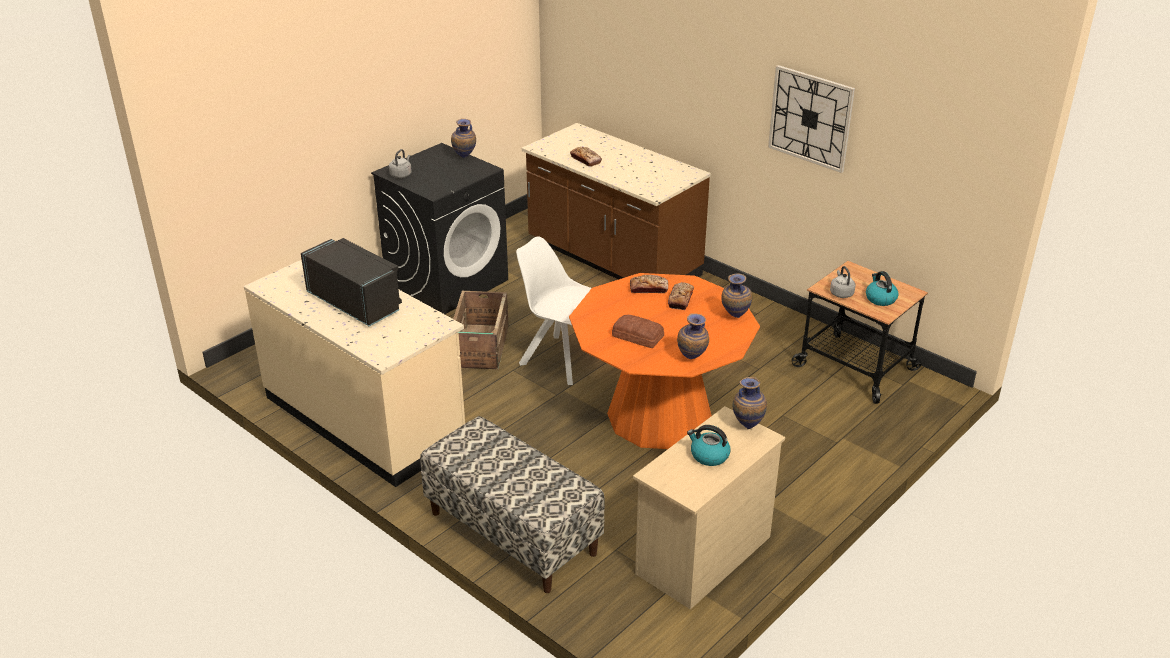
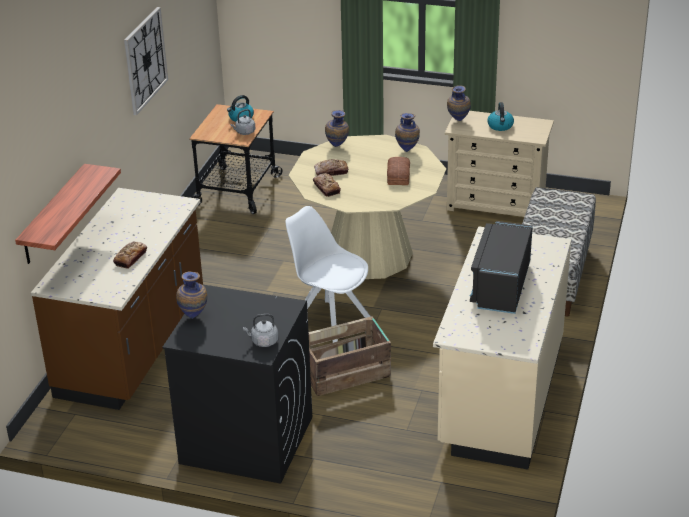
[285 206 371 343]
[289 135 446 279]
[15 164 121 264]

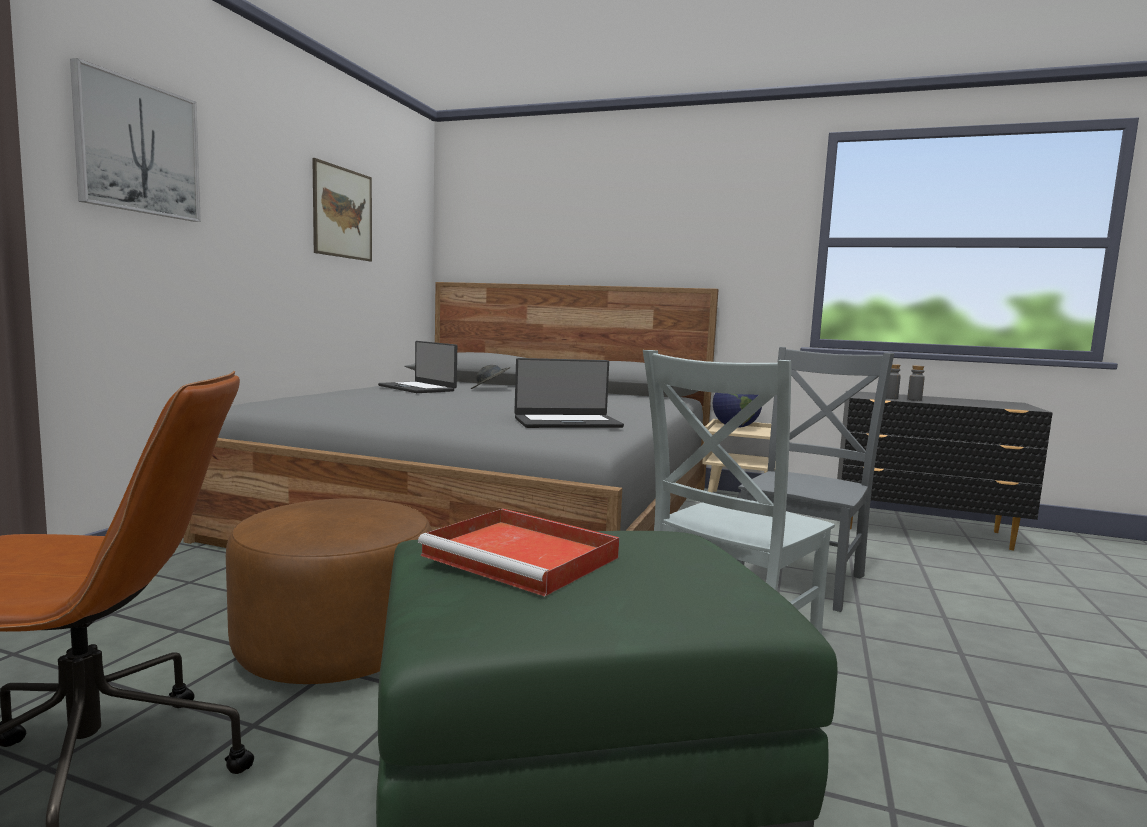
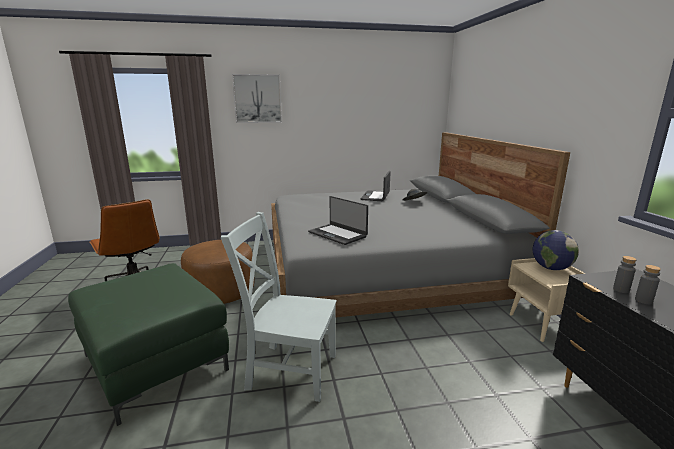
[312 158 372 261] (first image)
[418 508 619 597] (first image)
[736 347 894 612] (first image)

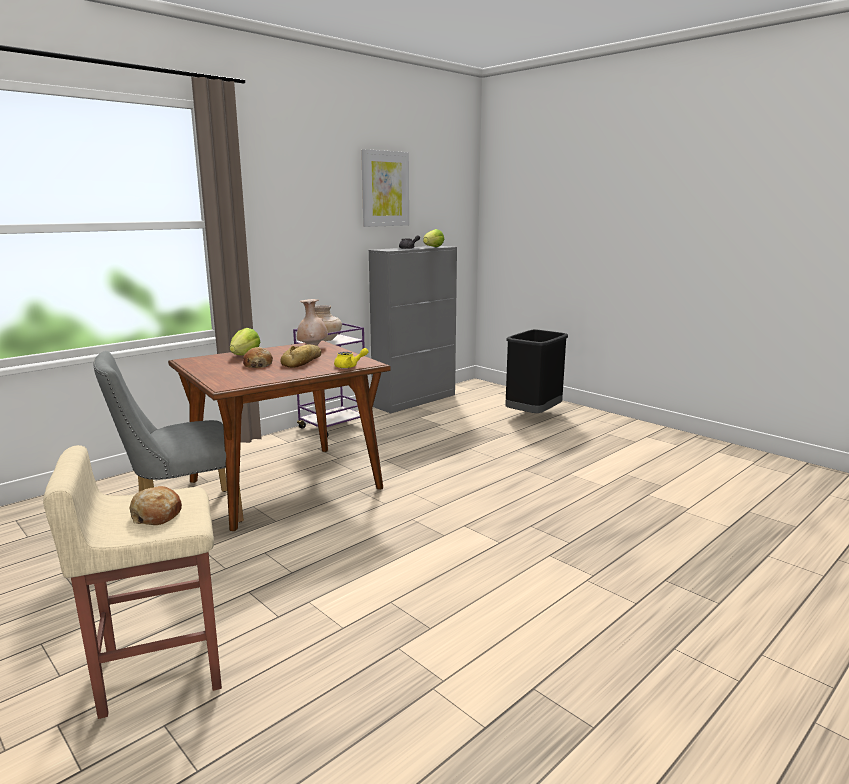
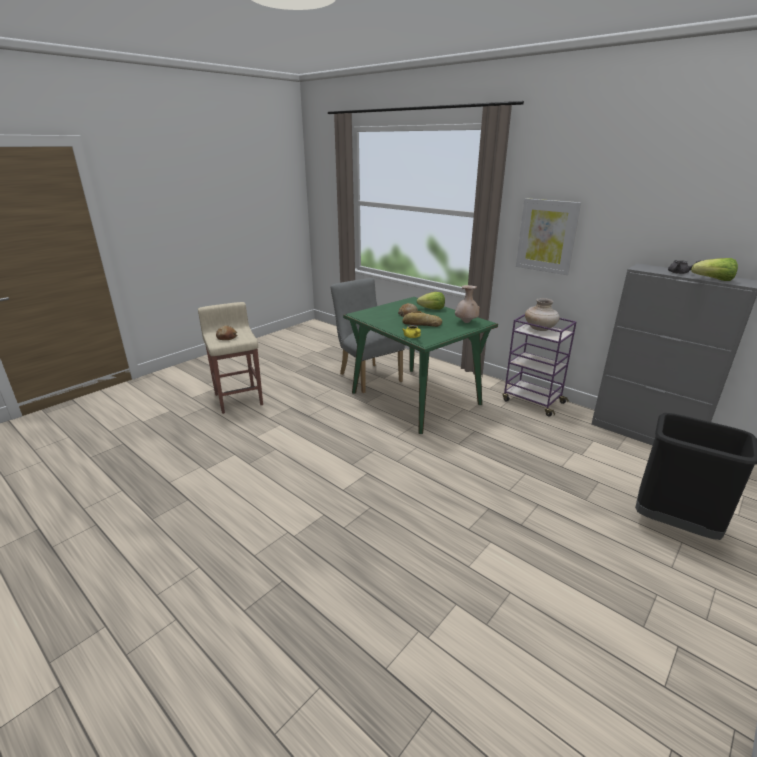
[343 297 498 434]
[516 198 581 275]

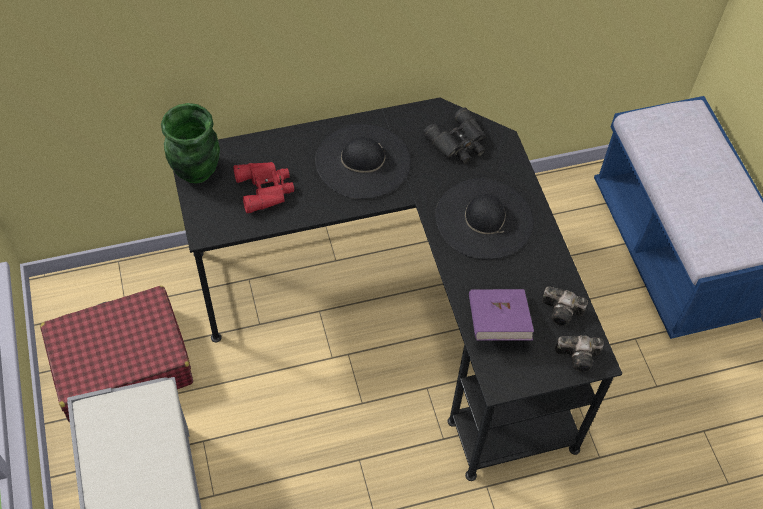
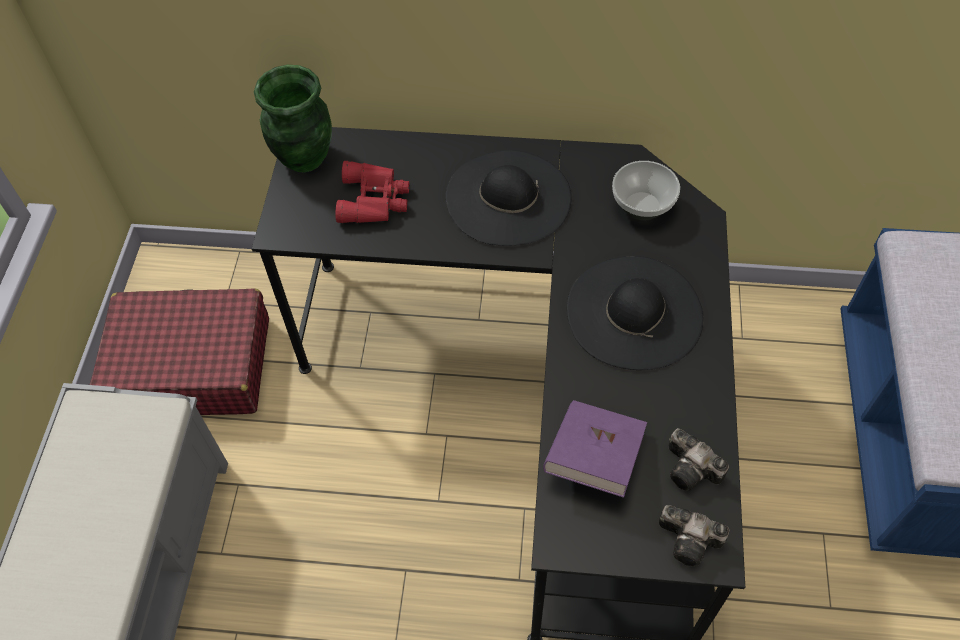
[612 161 680 221]

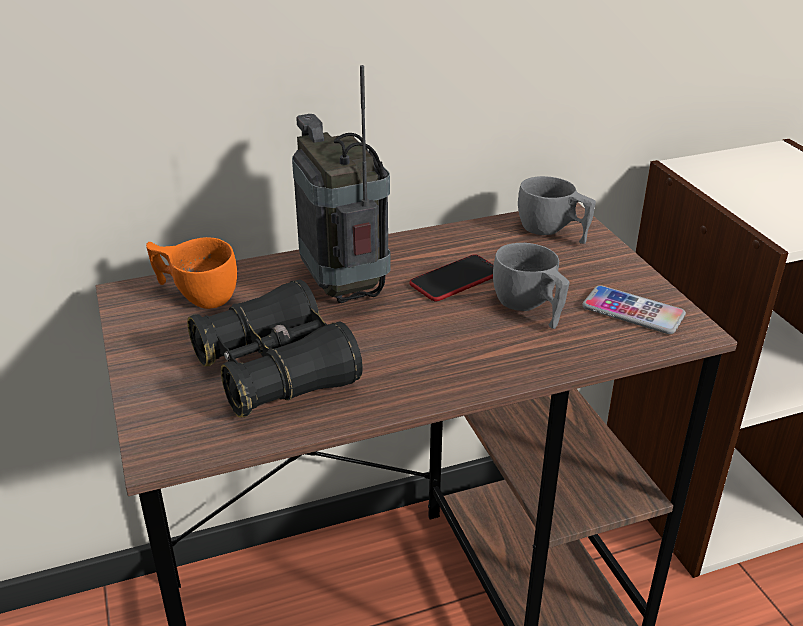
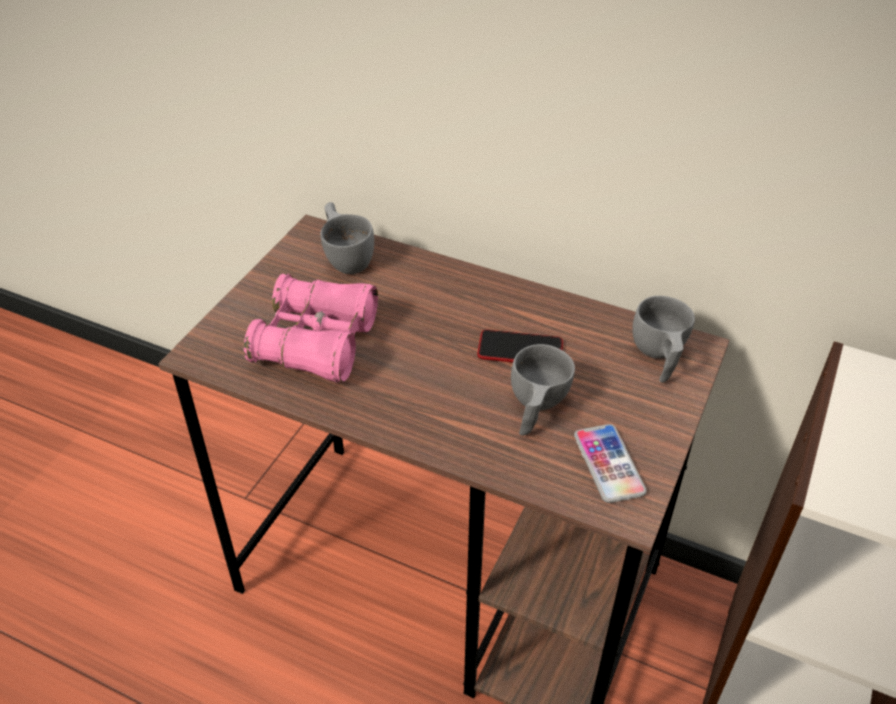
[320 202 374 274]
[244 273 378 383]
[292 65 391 303] (first image)

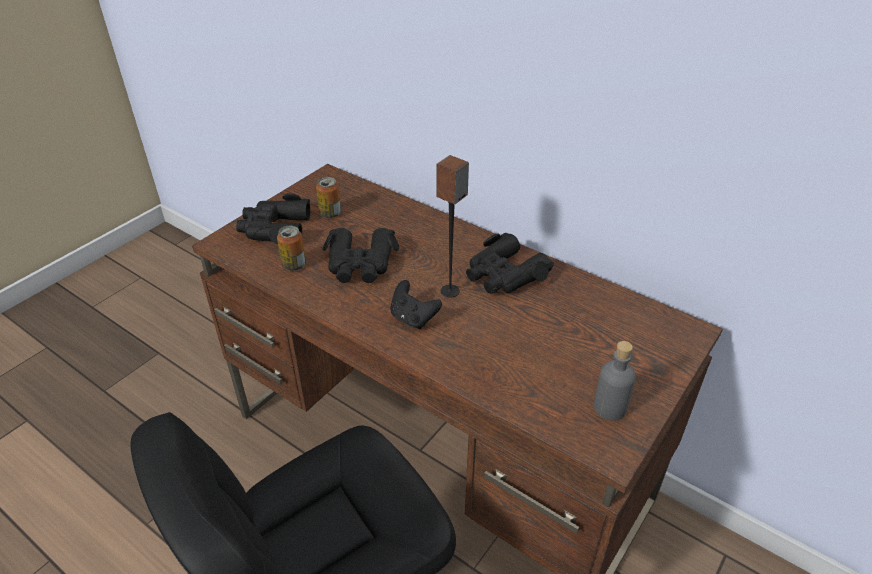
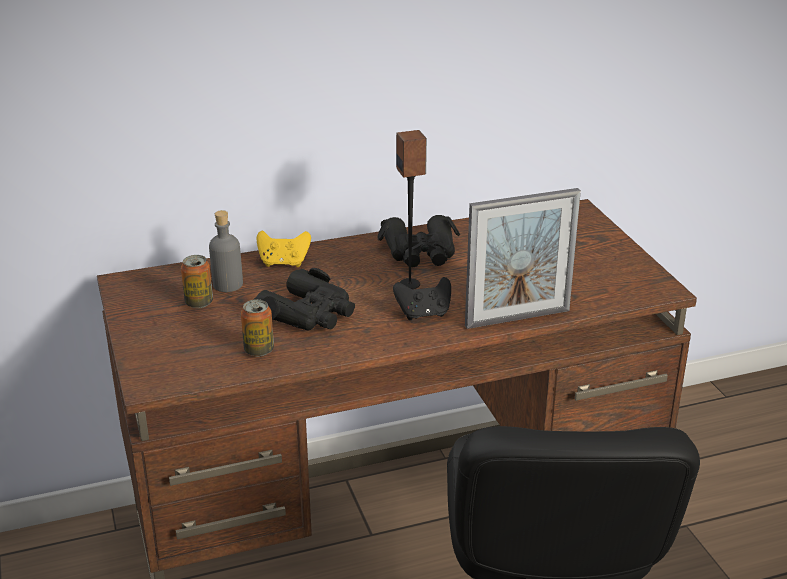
[236 193 310 244] (first image)
[209 210 243 292]
[257 230 311 267]
[465 188 581 329]

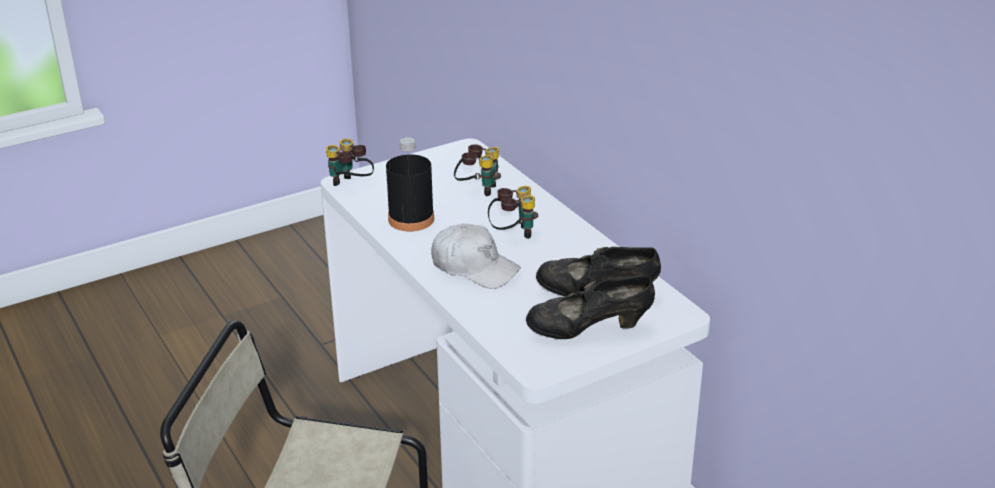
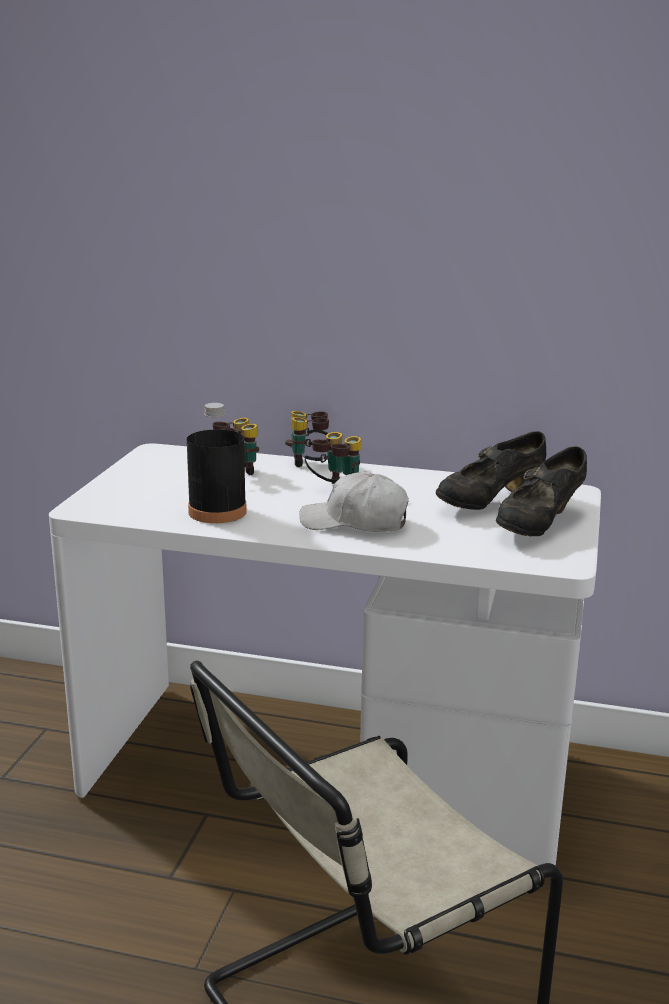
[285 411 329 467]
[299 471 409 532]

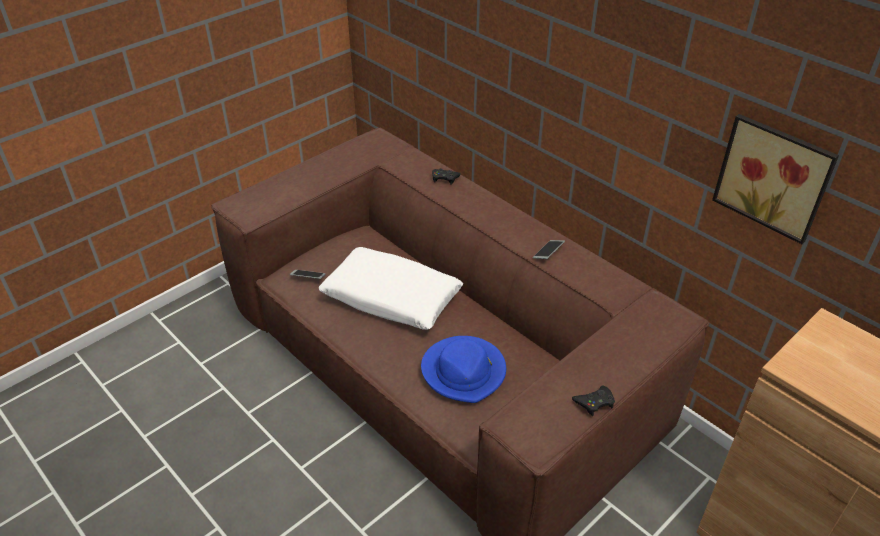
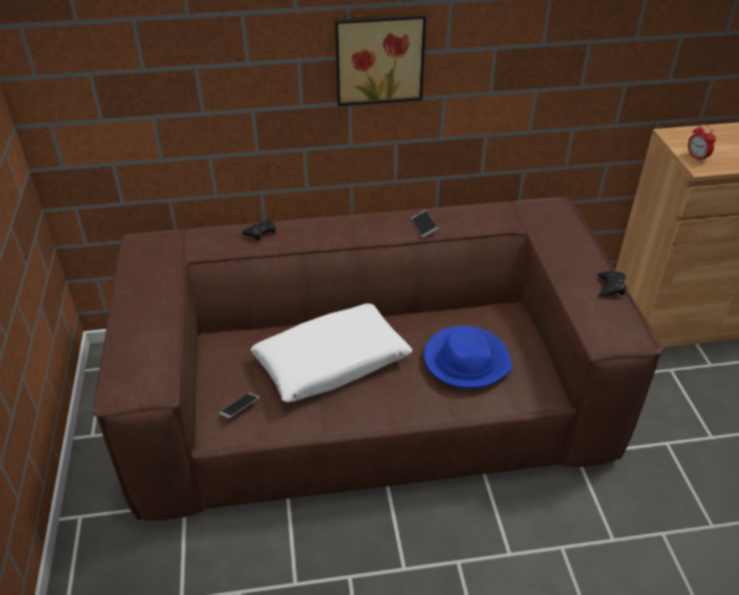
[335 14 426 106]
[688 124 716 162]

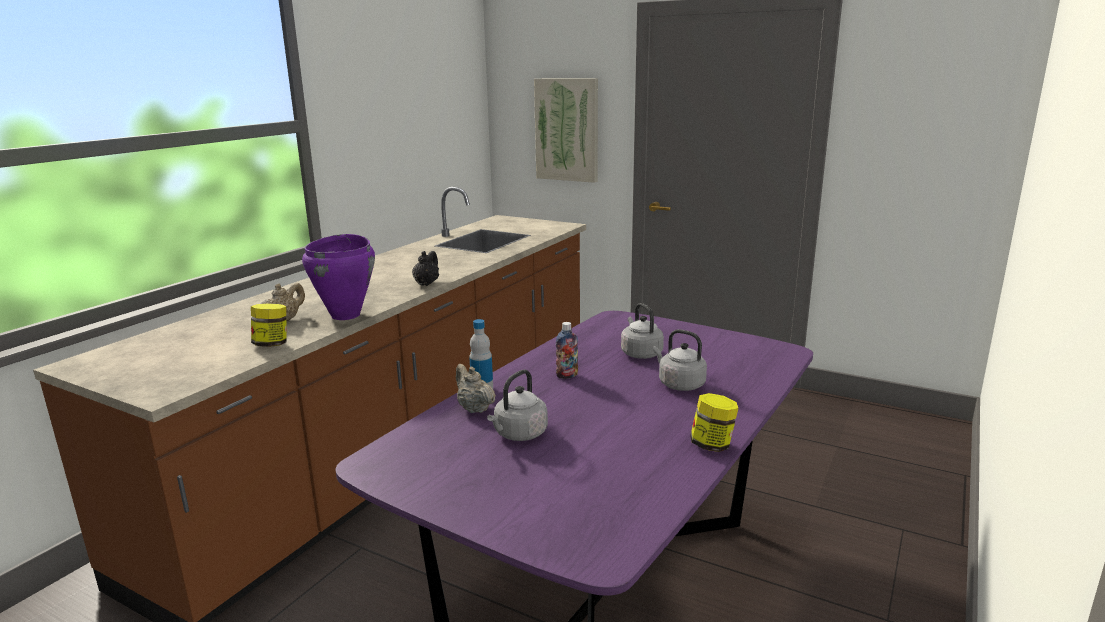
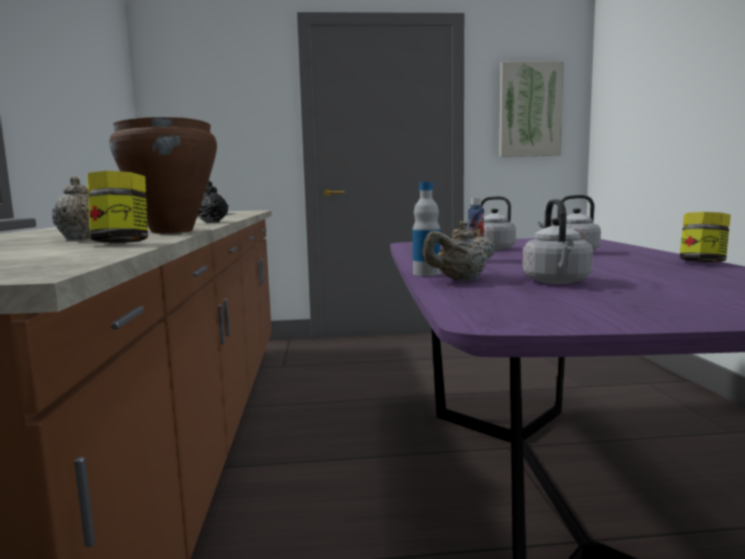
[109 117 217 233]
[423 221 495 281]
[499 61 564 157]

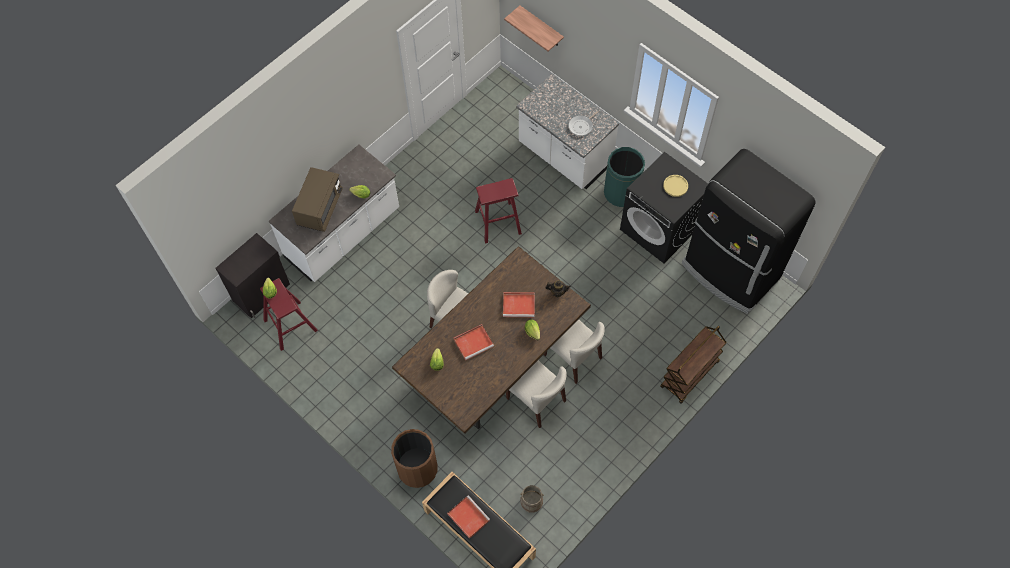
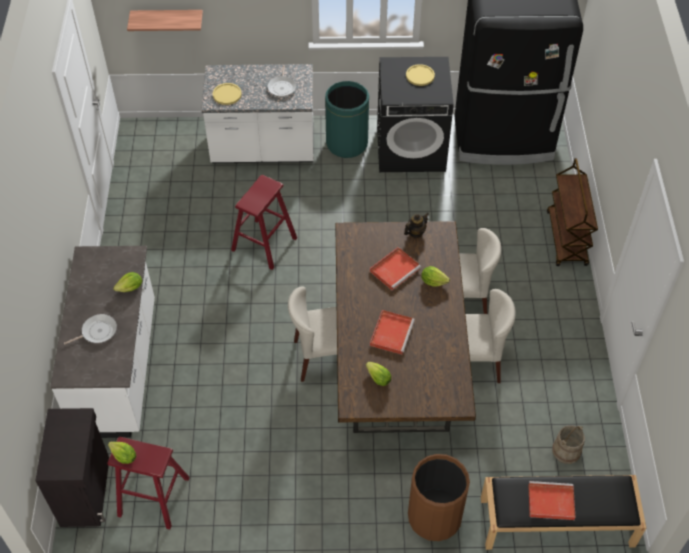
[64 314 117 345]
[213 83 242 105]

